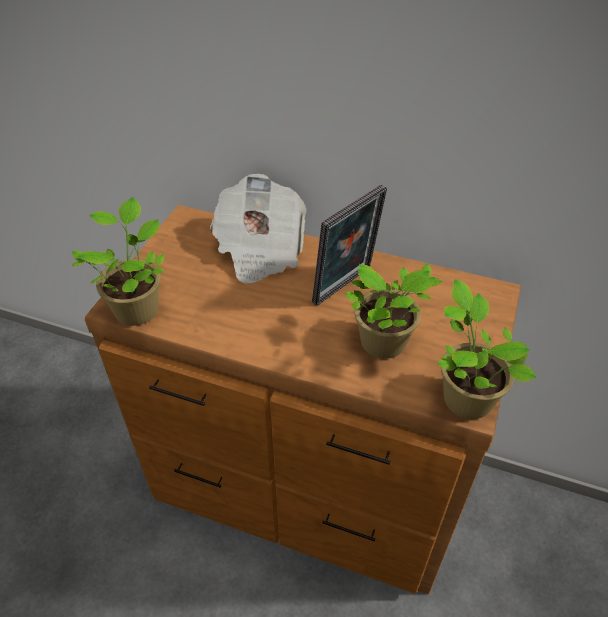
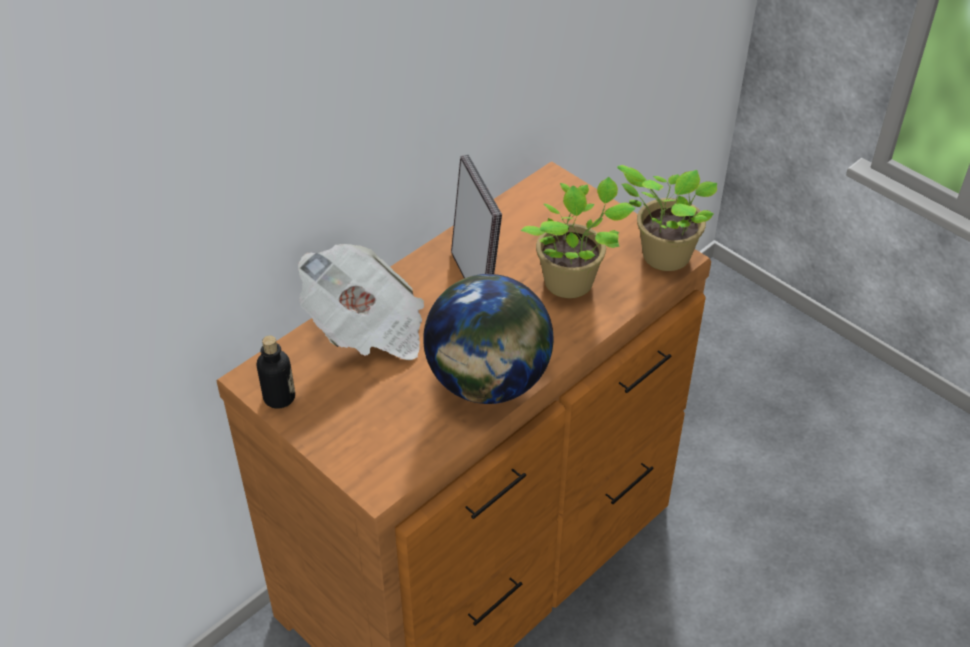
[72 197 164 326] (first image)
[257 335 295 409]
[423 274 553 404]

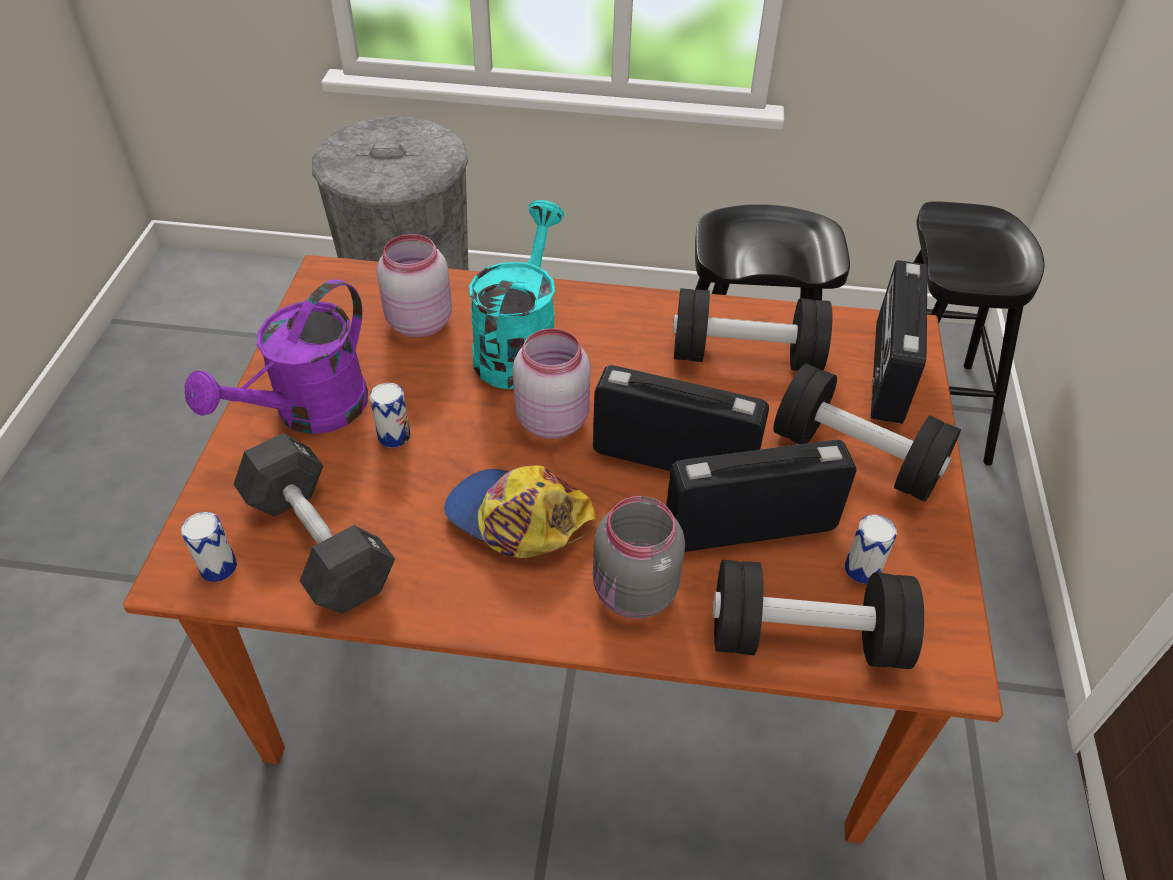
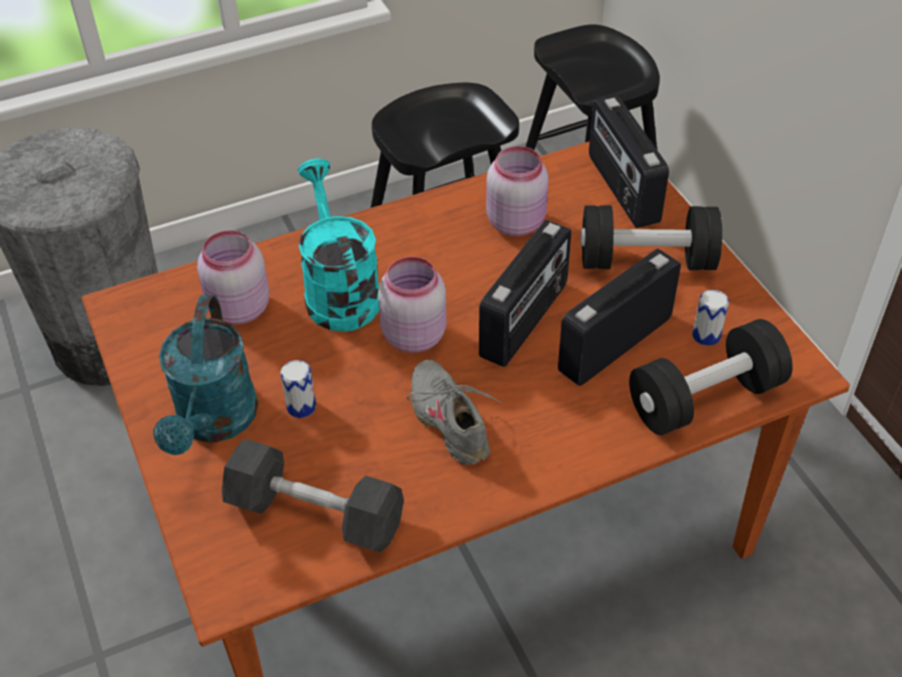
[181 512 237 582] (first image)
[153 295 258 455]
[407 360 502 465]
[479 220 571 367]
[593 496 685 619] (first image)
[486 146 549 236]

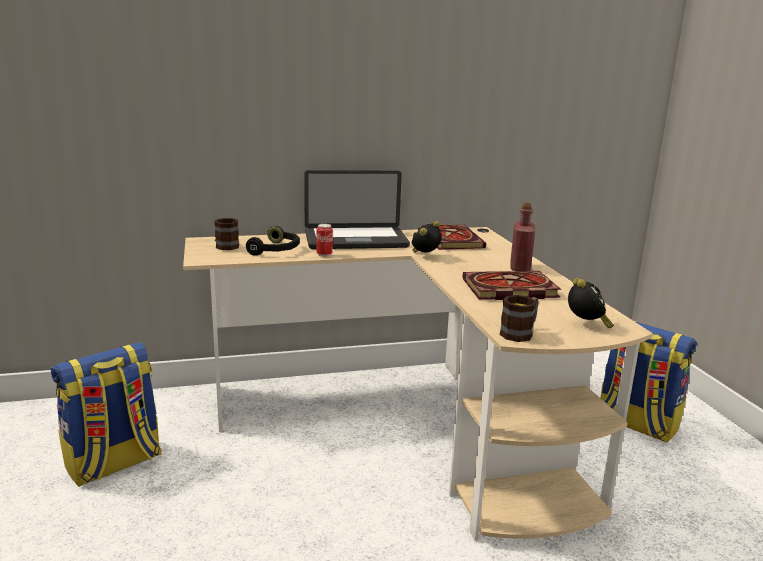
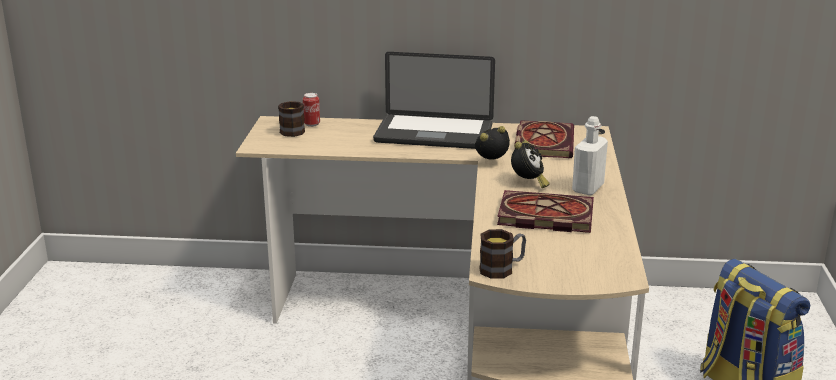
[51 342 162 487] (first image)
[246 226 300 256] (first image)
[303 93 320 127]
[572 116 608 195]
[511 140 550 188]

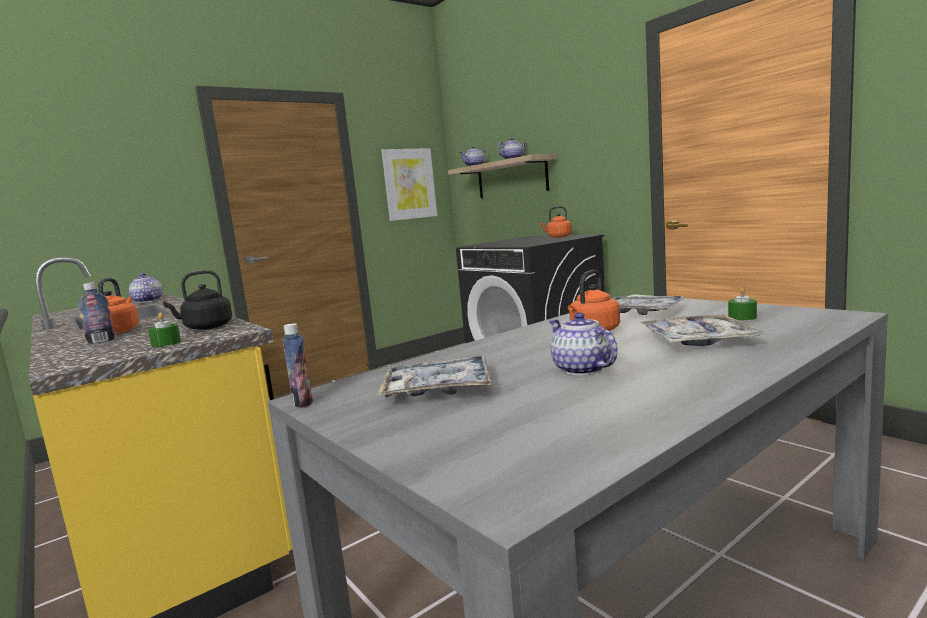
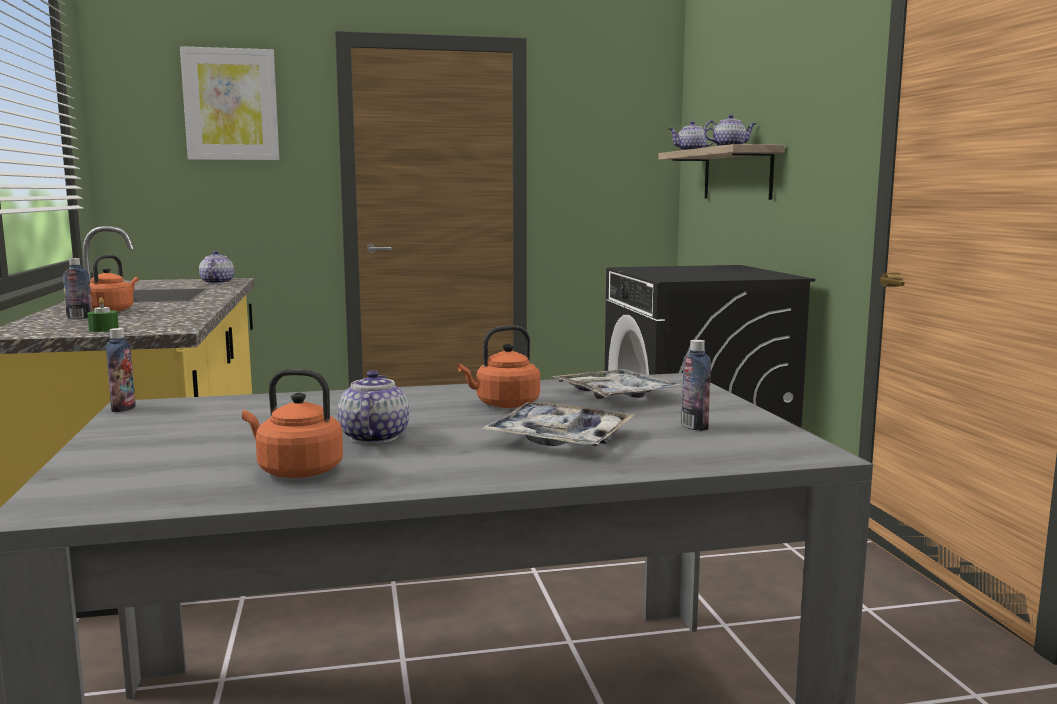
[163 270 232 330] (first image)
[377 356 491 397] (first image)
[180 46 279 160]
[242 369 343 478]
[681 340 711 431]

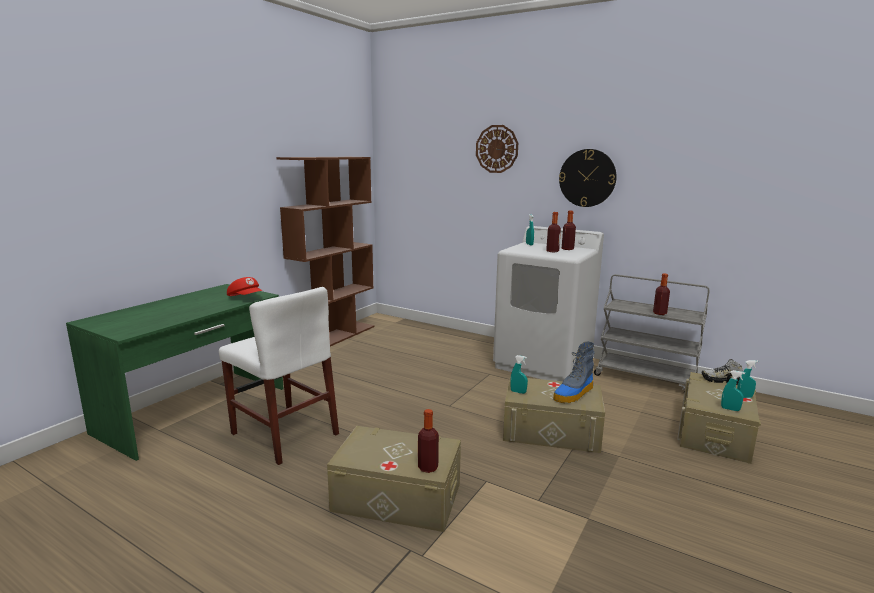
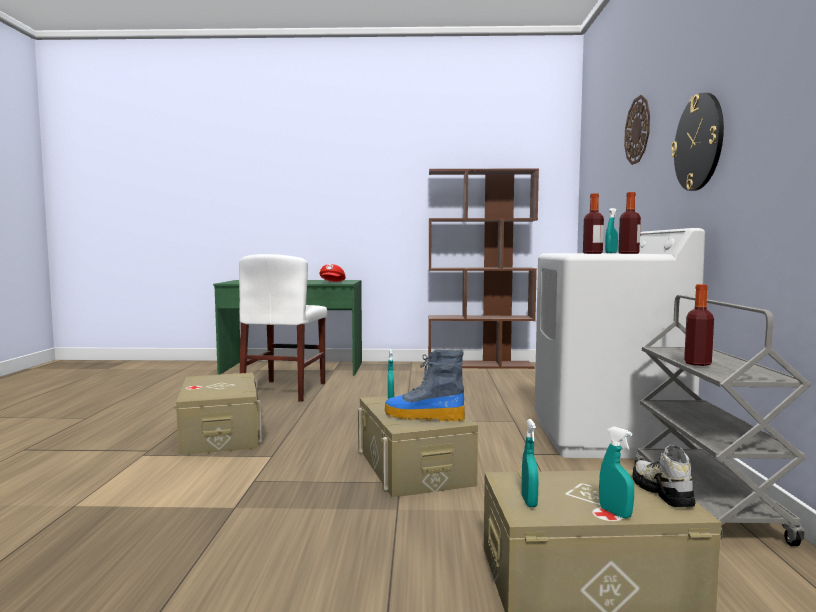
[418 409 439 473] (first image)

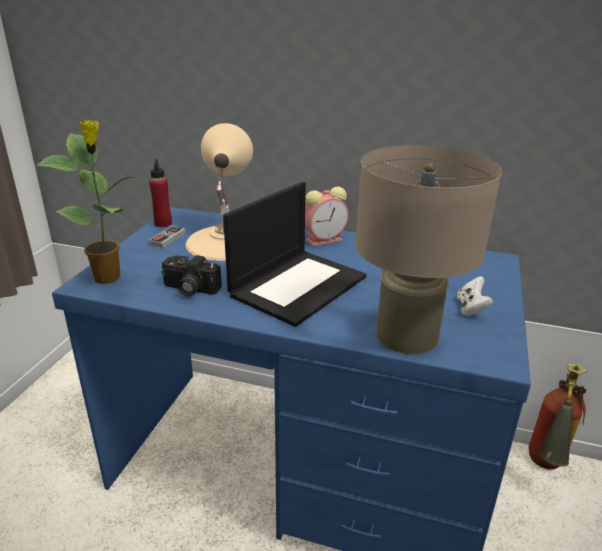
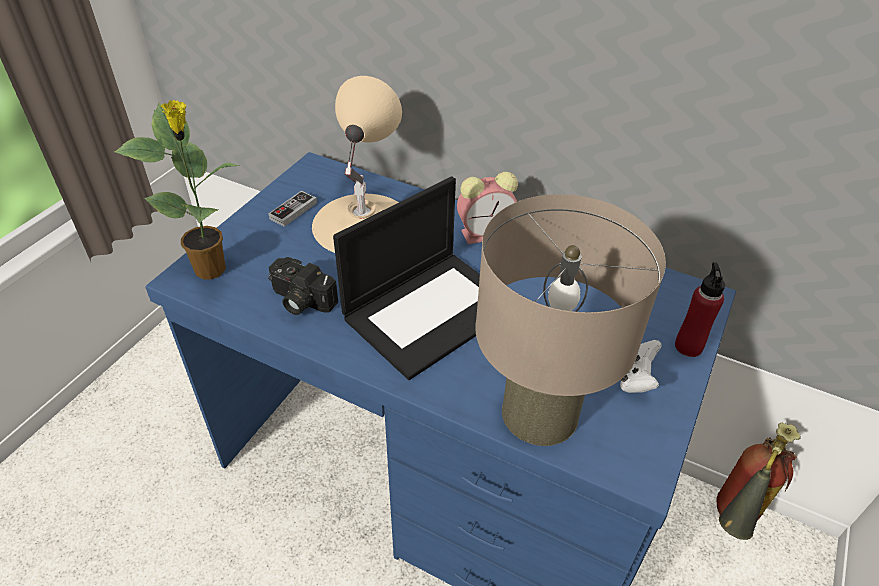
[675 262 725 357]

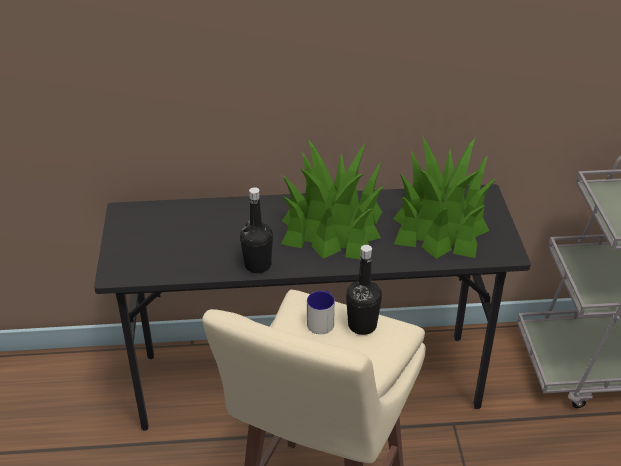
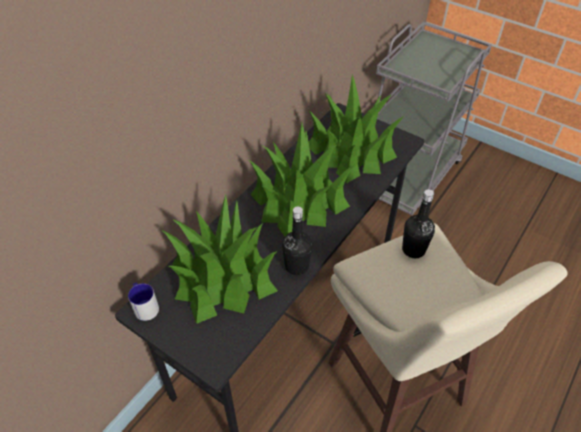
[128 283 159 321]
[161 194 278 324]

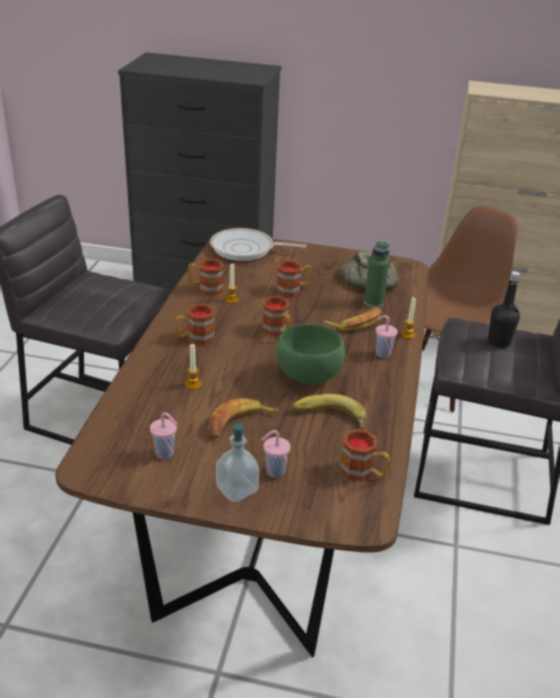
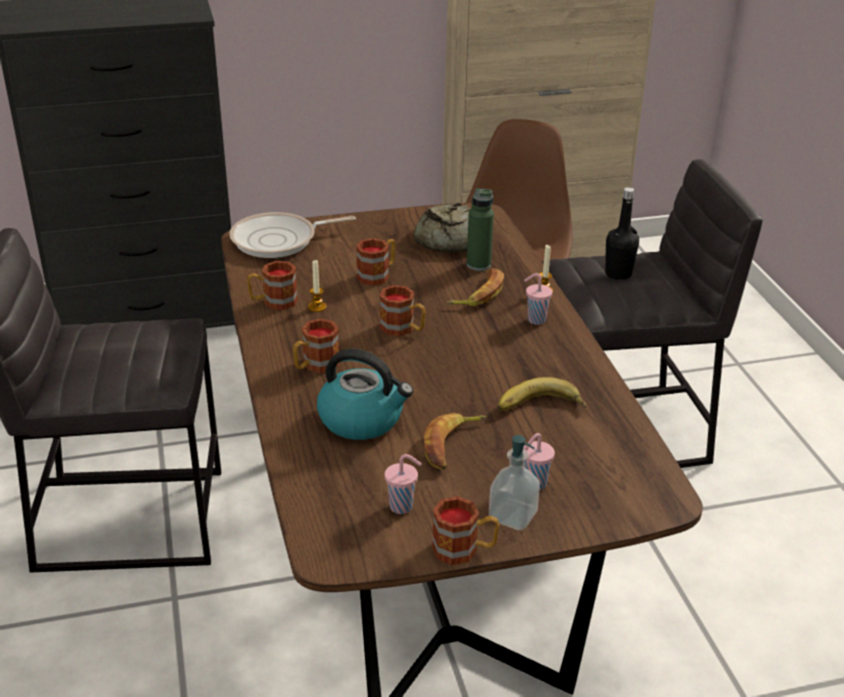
[317 349 413 440]
[276 324 345 385] (first image)
[432 496 499 565]

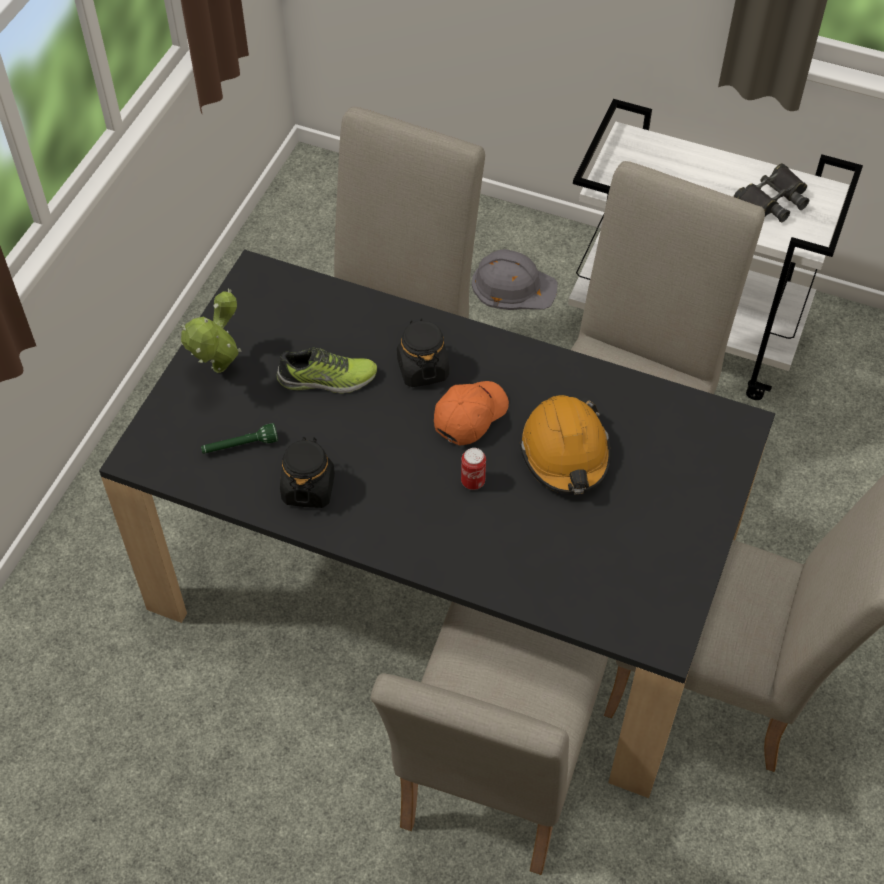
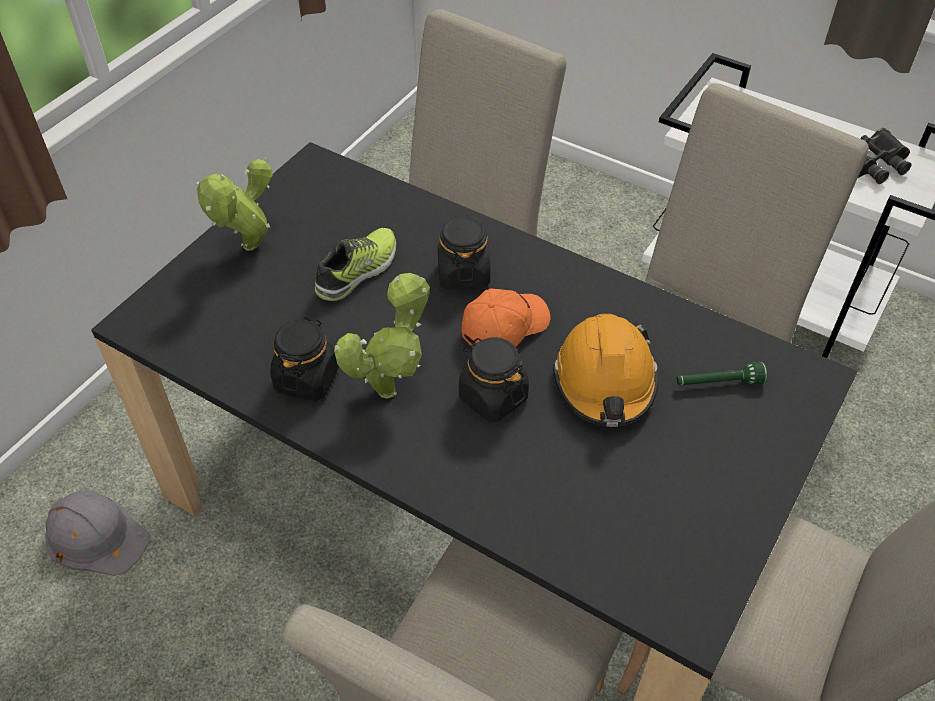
[676 362 768 385]
[315 228 396 301]
[459 338 529 422]
[45 490 151 576]
[334 273 430 399]

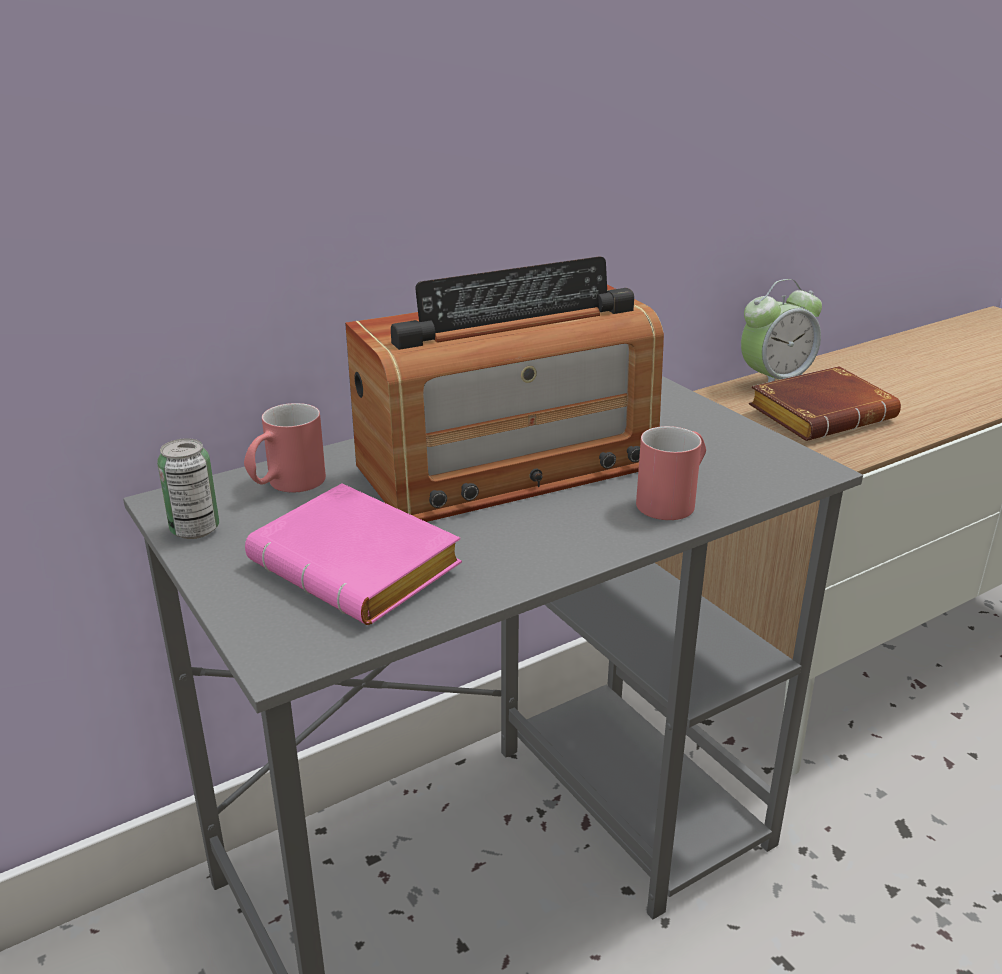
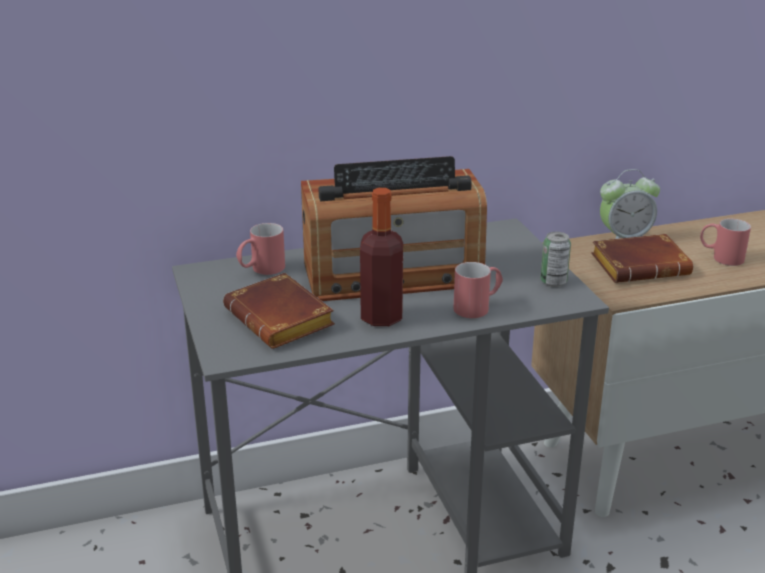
[540 232 571 287]
[223 273 335 349]
[360 188 403 326]
[700 219 751 266]

